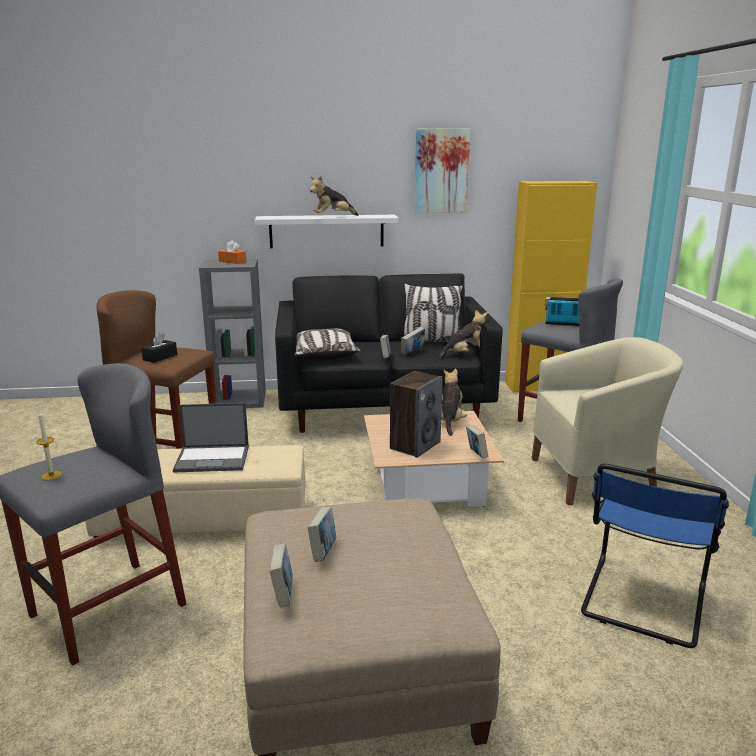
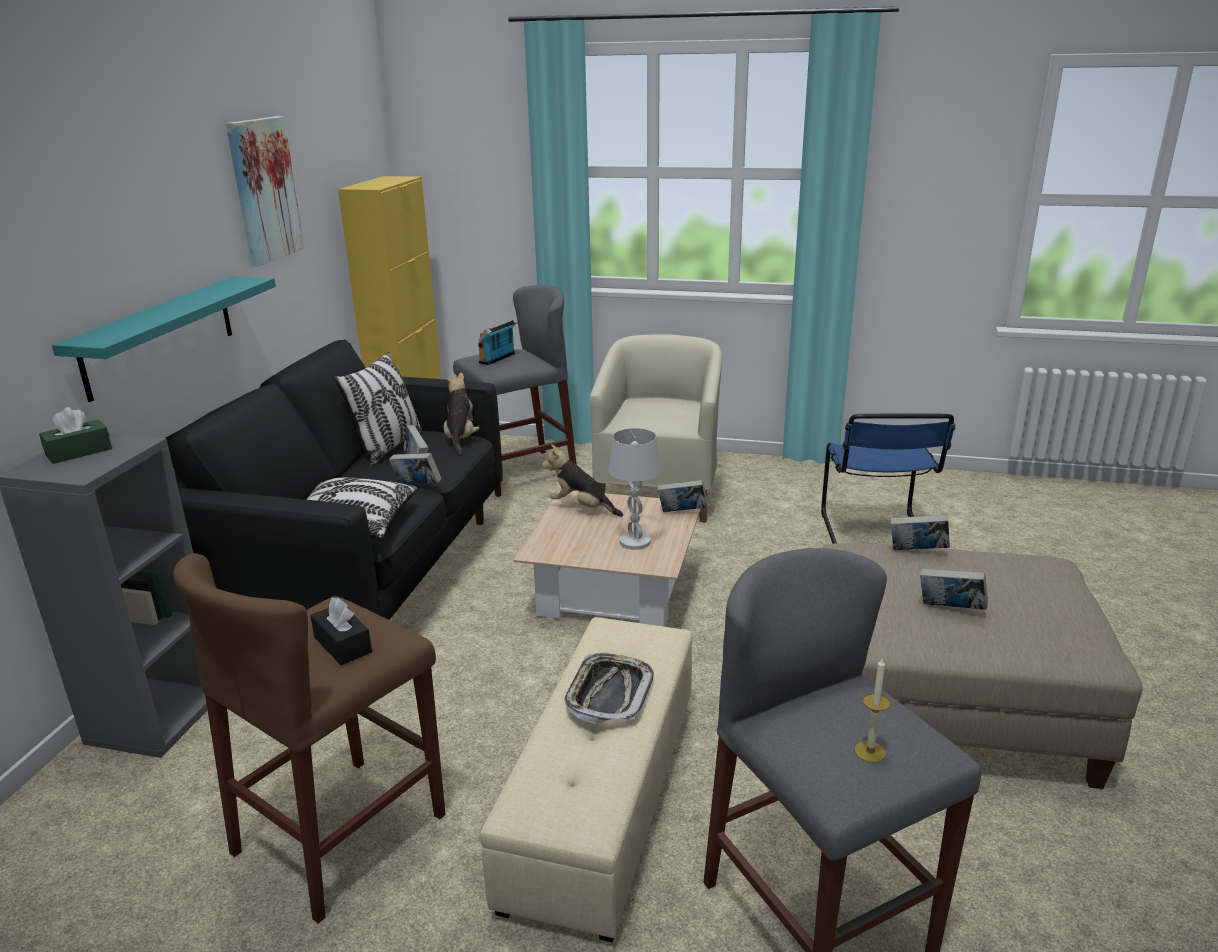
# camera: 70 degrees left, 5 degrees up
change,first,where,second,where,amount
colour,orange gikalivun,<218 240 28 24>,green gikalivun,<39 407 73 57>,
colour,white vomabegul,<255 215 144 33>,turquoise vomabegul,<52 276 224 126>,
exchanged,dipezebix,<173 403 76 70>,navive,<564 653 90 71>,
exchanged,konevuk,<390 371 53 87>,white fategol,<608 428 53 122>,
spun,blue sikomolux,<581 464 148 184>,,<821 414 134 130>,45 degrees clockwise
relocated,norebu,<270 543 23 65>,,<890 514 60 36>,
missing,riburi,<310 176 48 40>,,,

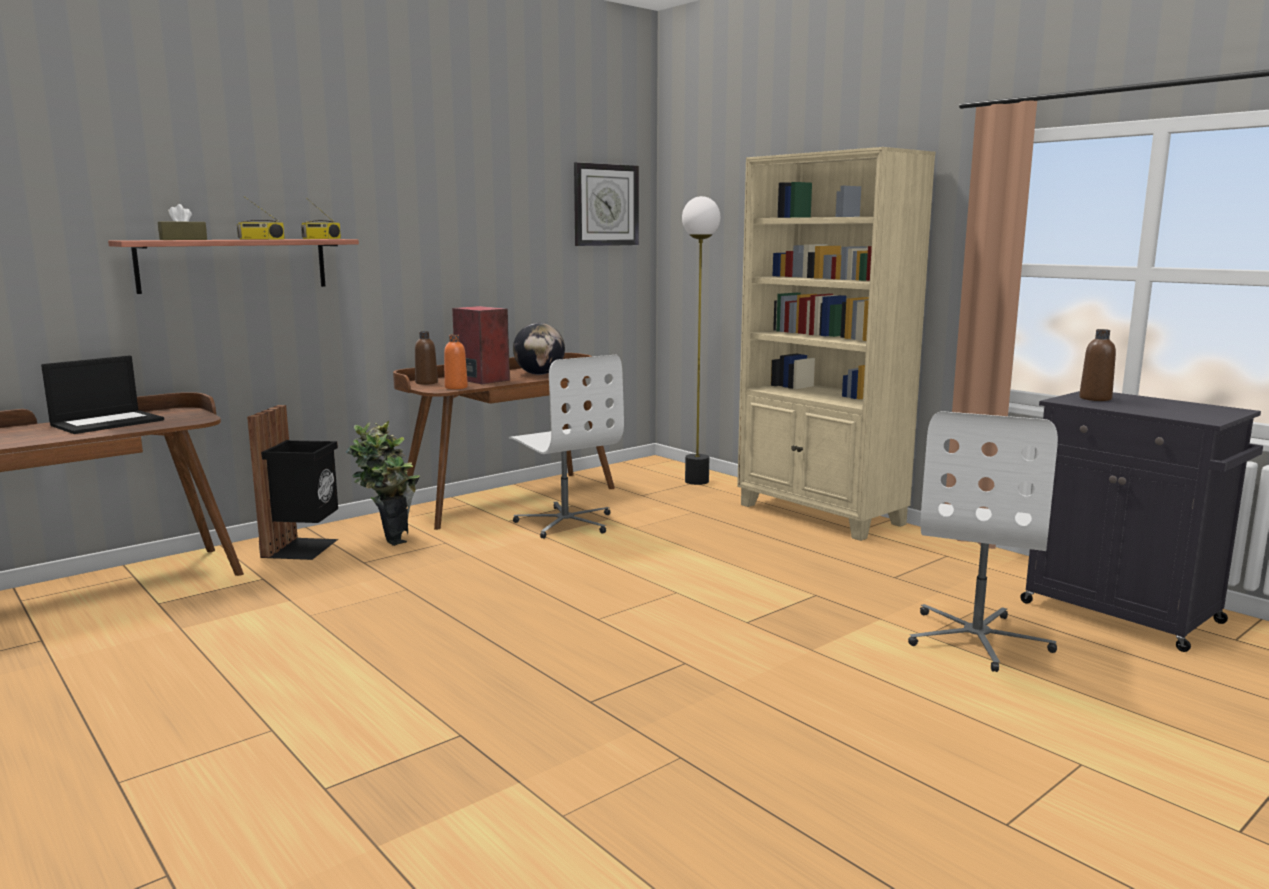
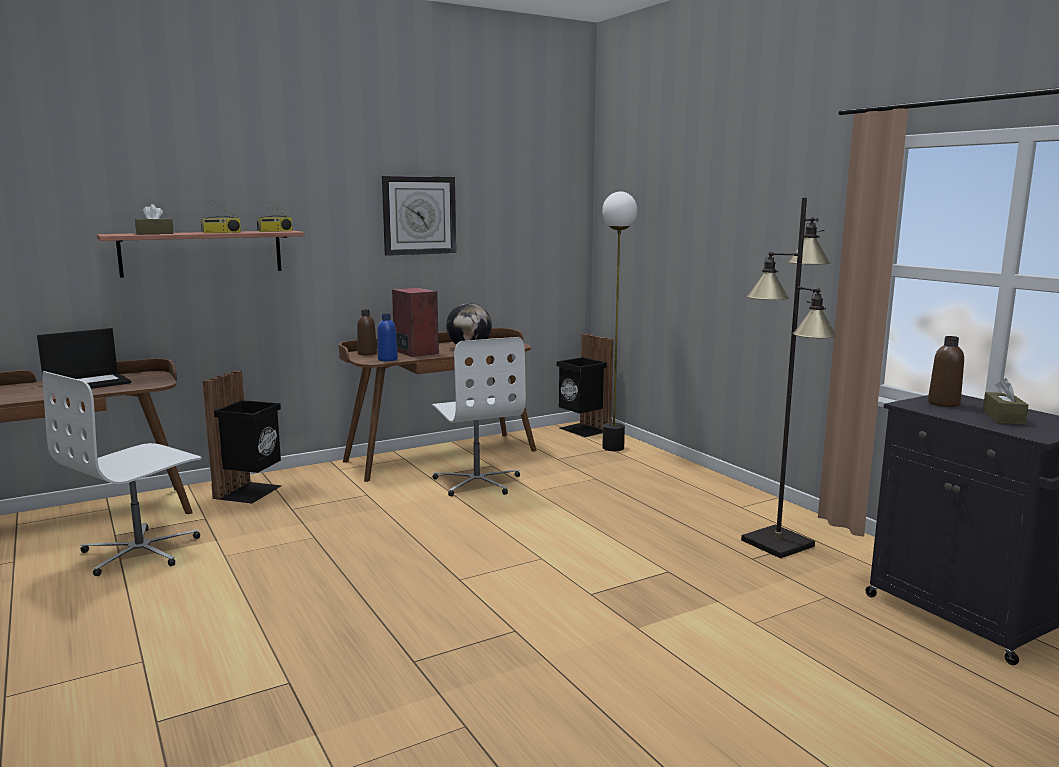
# camera: 10 degrees right, 0 degrees up
change,first,where,second,where,amount
relocated,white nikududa,<908 411 150 261>,,<42 371 160 205>,
colour,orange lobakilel,<444 334 24 55>,blue lobakilel,<378 314 20 47>,
relocated,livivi,<574 162 65 84>,,<382 176 74 80>,
appeared,,,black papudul,<557 334 57 103>,
appeared,,,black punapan,<741 197 96 362>,
appeared,,,brown gikalivun,<983 378 45 47>,
missing,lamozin,<345 421 75 125>,,,
missing,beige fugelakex,<737 147 199 394>,,,

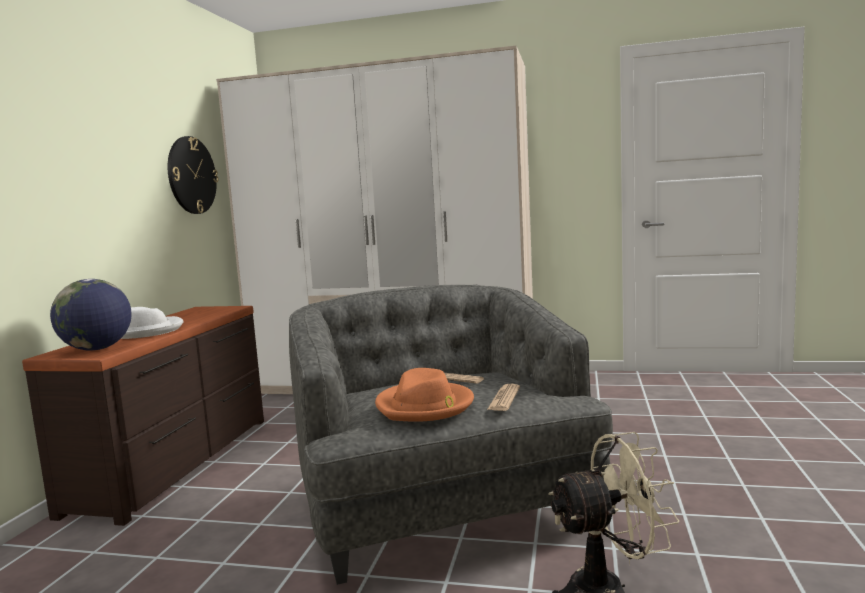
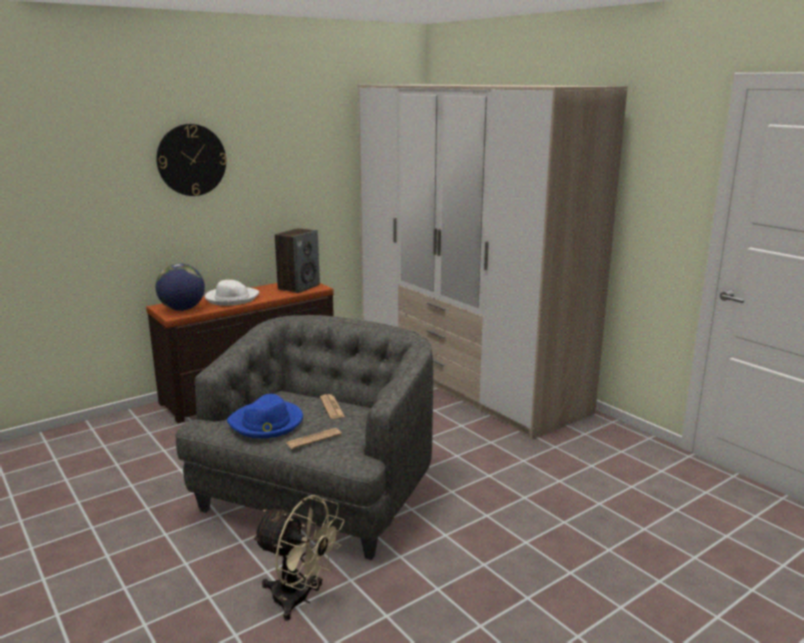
# camera: 40 degrees right, 10 degrees up
change,first,where,second,where,amount
relocated,livivi,<168 136 50 78>,,<156 124 71 72>,
colour,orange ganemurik,<375 368 99 54>,blue ganemurik,<227 394 76 44>,
appeared,,,konevuk,<275 228 45 65>,

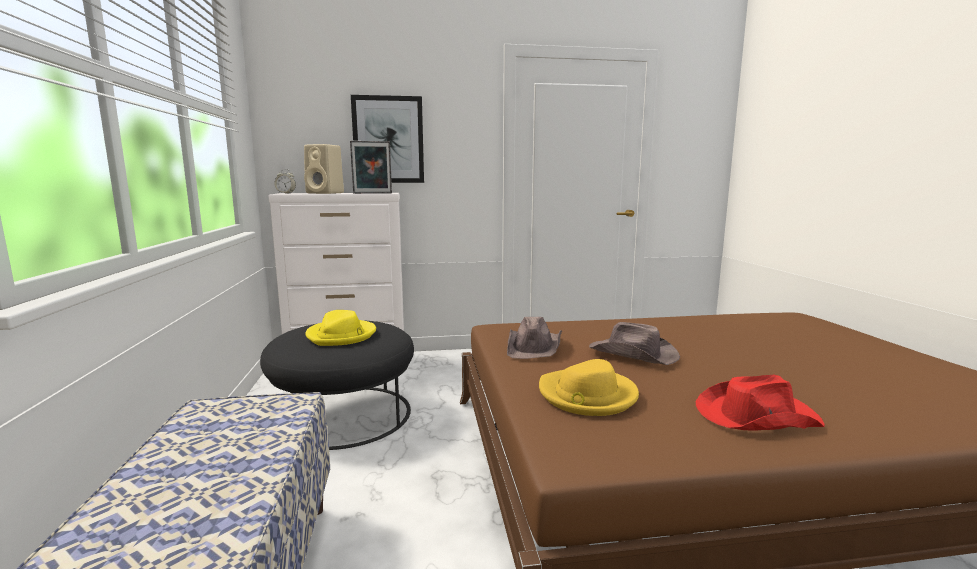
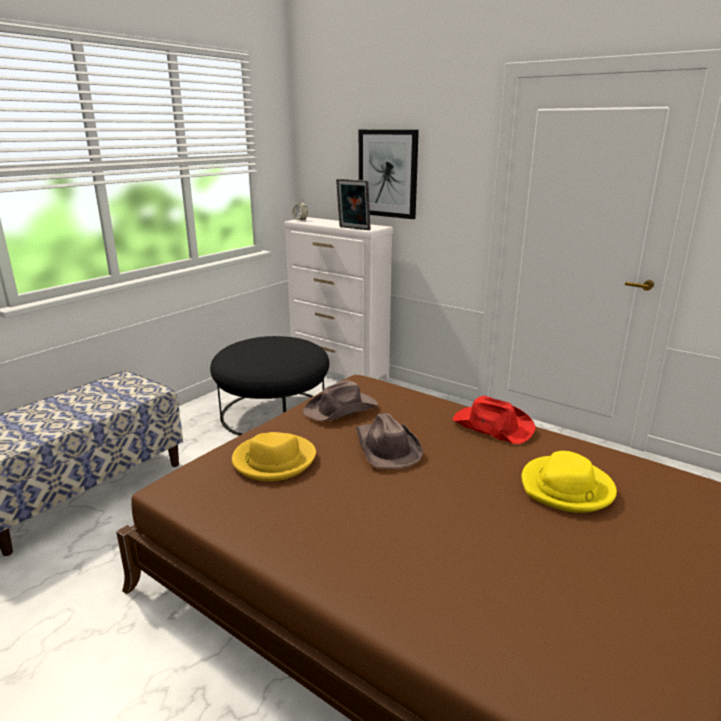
# camera: 45 degrees right, 10 degrees up
change,first,where,second,where,amount
relocated,red ganemurik,<696 374 129 57>,,<453 396 83 48>,
relocated,yellow ganemurik,<305 310 71 36>,,<522 451 95 62>,
missing,beige konevuk,<304 144 40 50>,,,

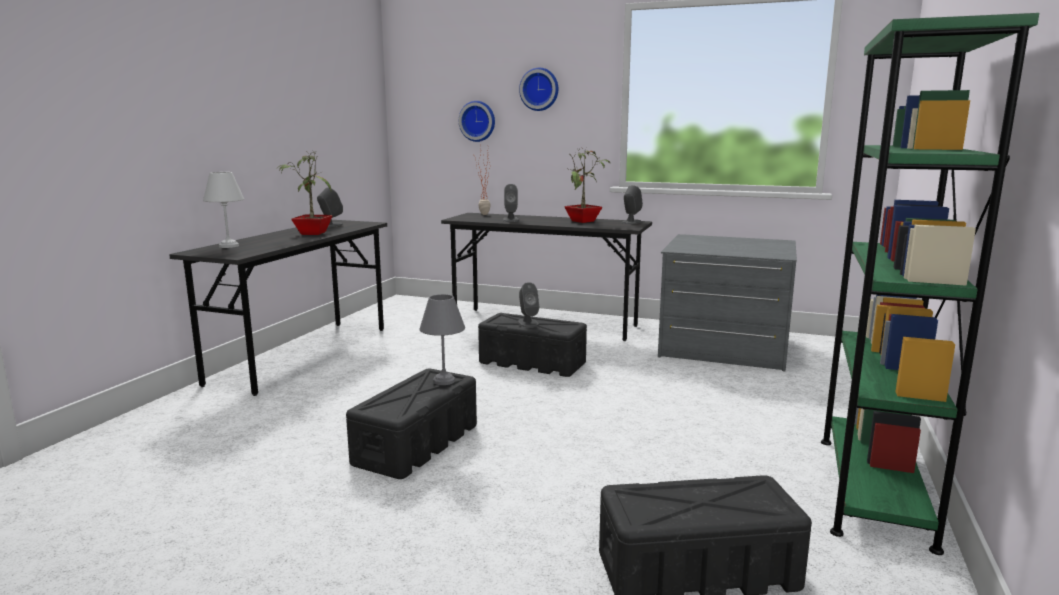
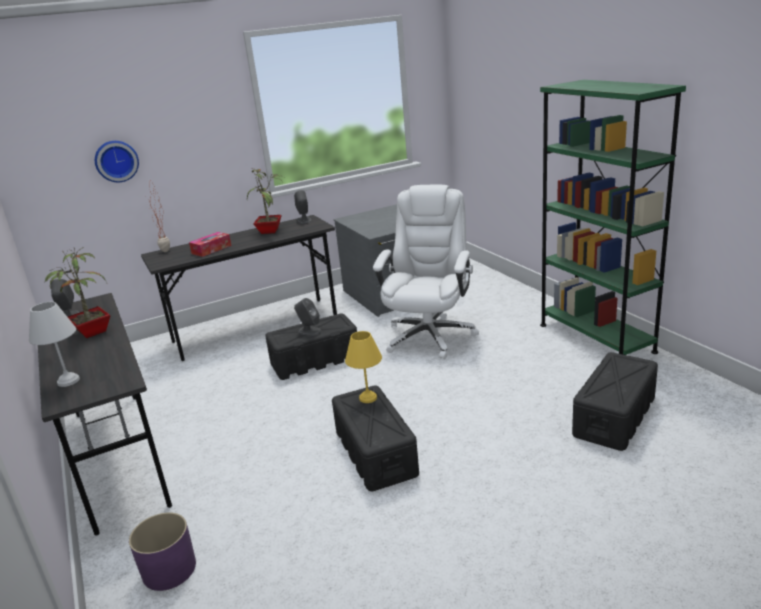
# camera: 45 degrees left, 10 degrees up
change,first,where,second,where,amount
appeared,,,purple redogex,<129 512 67 79>,
exchanged,grey konevuk,<503 184 16 38>,gikalivun,<189 232 42 25>,
colour,grey fategol,<419 294 46 91>,yellow fategol,<345 331 37 72>,
appeared,,,white nikududa,<373 184 106 175>,
missing,livivi,<519 68 39 43>,,,

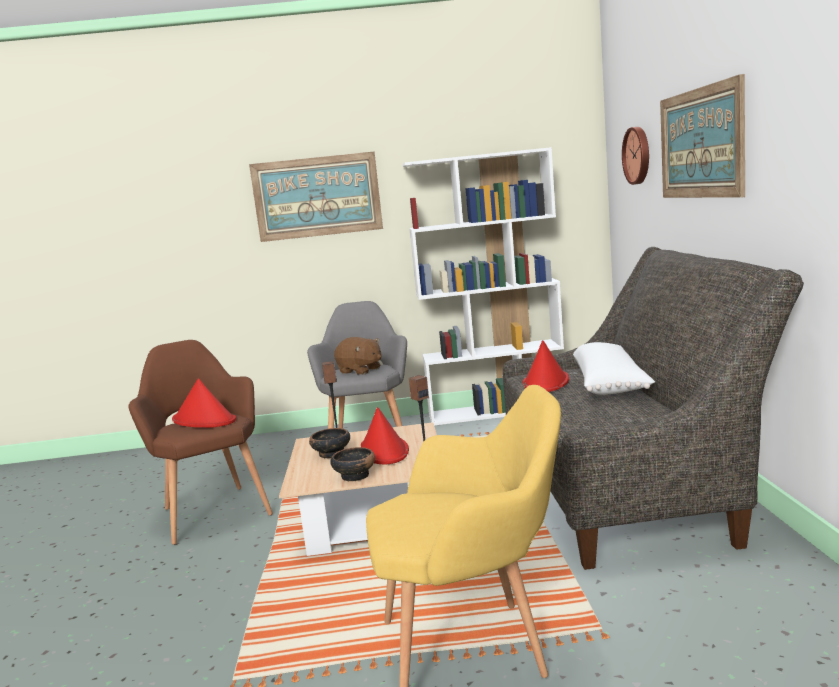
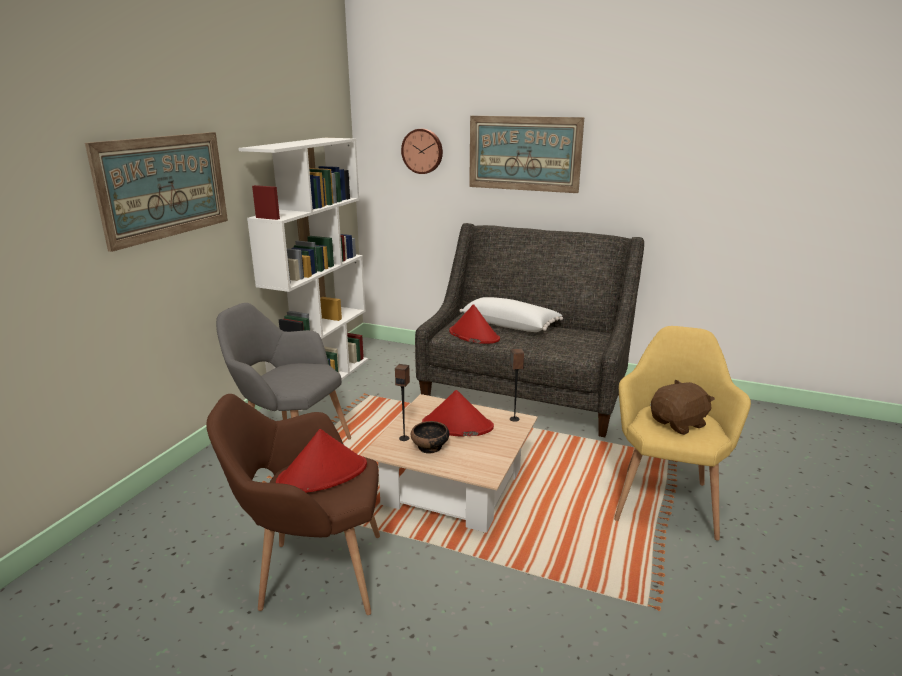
# camera: 65 degrees left, 10 degrees up
change,first,where,second,where,amount
relocated,brown riburi,<334 337 48 38>,,<651 380 64 55>,
missing,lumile,<330 447 45 34>,,,

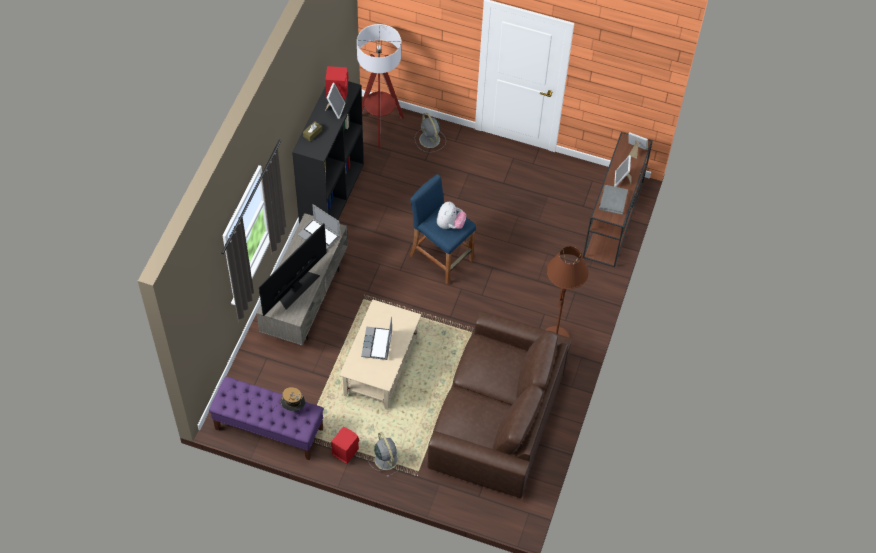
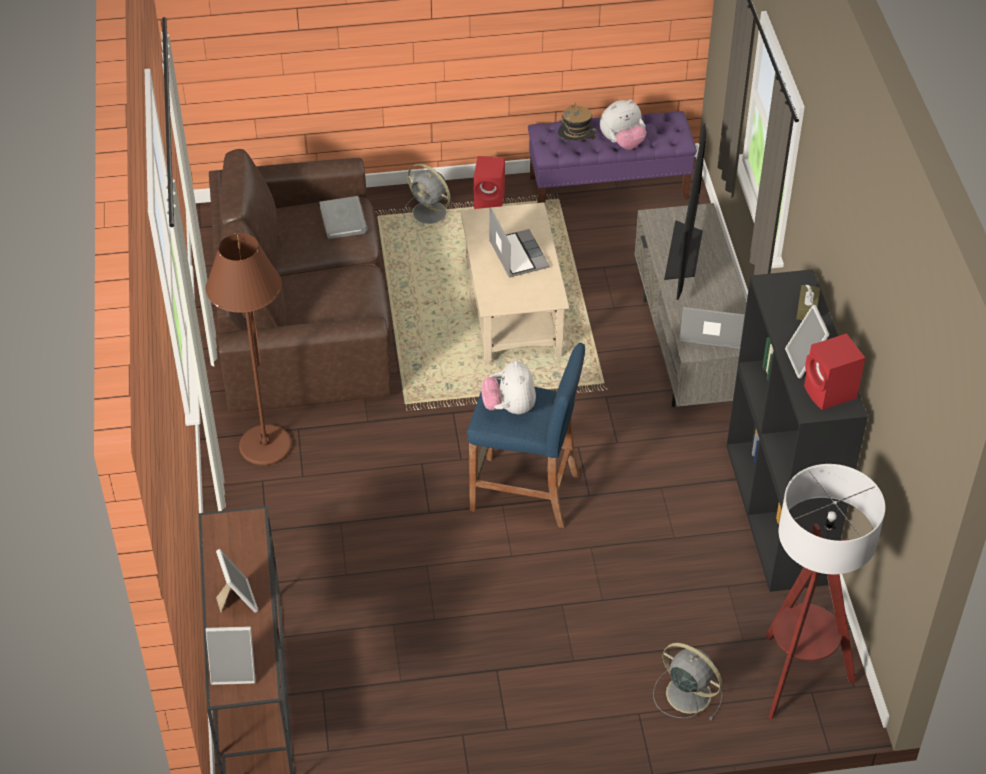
# camera: 155 degrees right, 10 degrees down
change,first,where,second,where,amount
relocated,grey norebu,<599 185 29 30>,,<319 196 49 43>,
appeared,,,riburi,<600 100 46 50>,

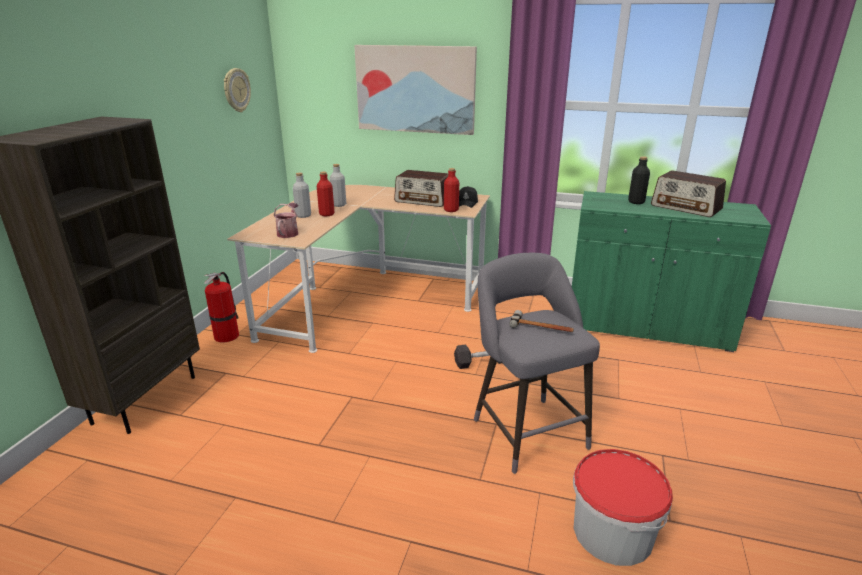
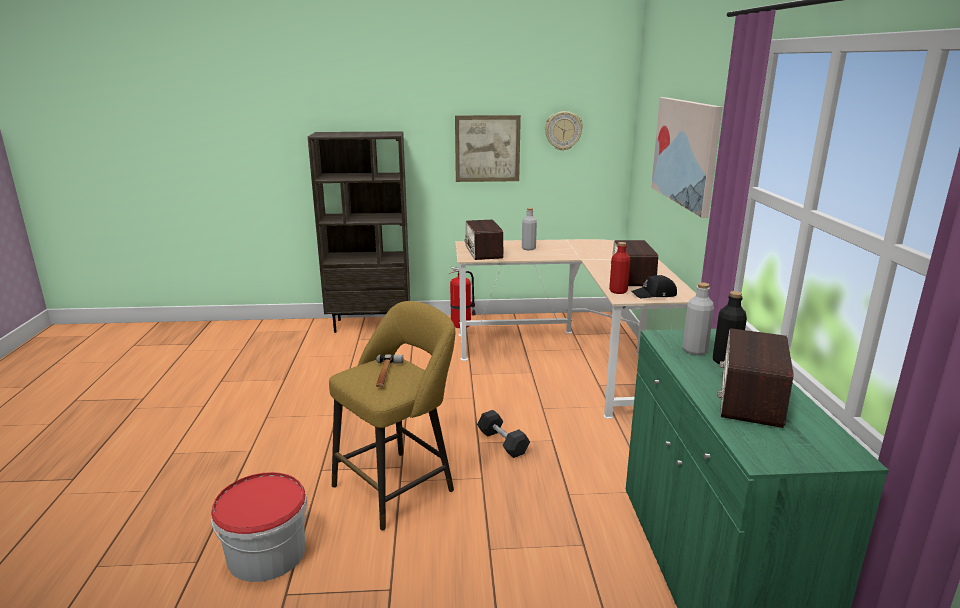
# camera: 70 degrees right, 5 degrees down
change,first,where,second,where,amount
colour,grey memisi,<474 253 126 221>,yellow memisi,<329 301 126 230>,
appeared,,,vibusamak,<455 115 66 67>,
exchanged,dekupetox,<274 203 24 35>,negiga,<464 219 39 41>,
relocated,grey lobakilel,<330 164 16 43>,,<682 282 32 73>,
missing,red lobakilel,<317 171 17 45>,,,

